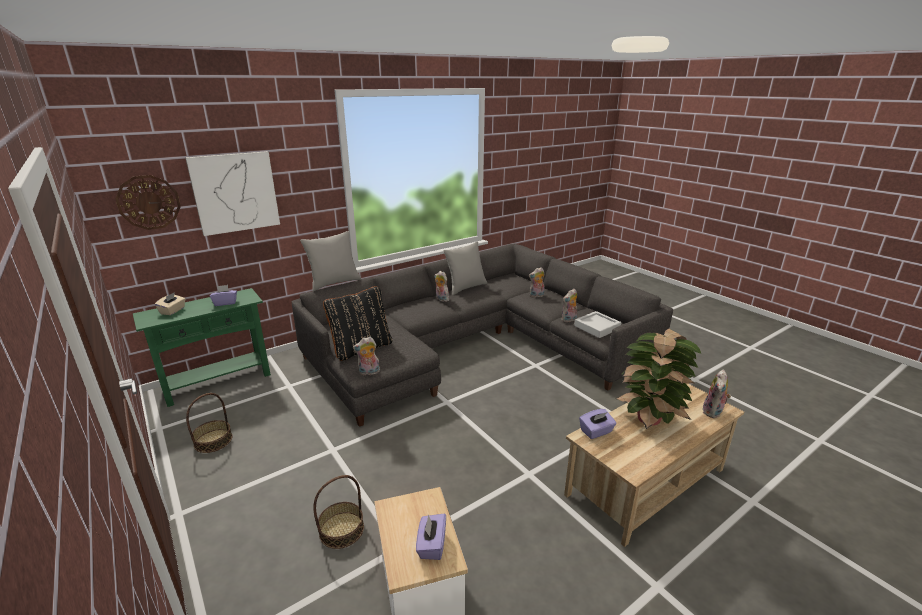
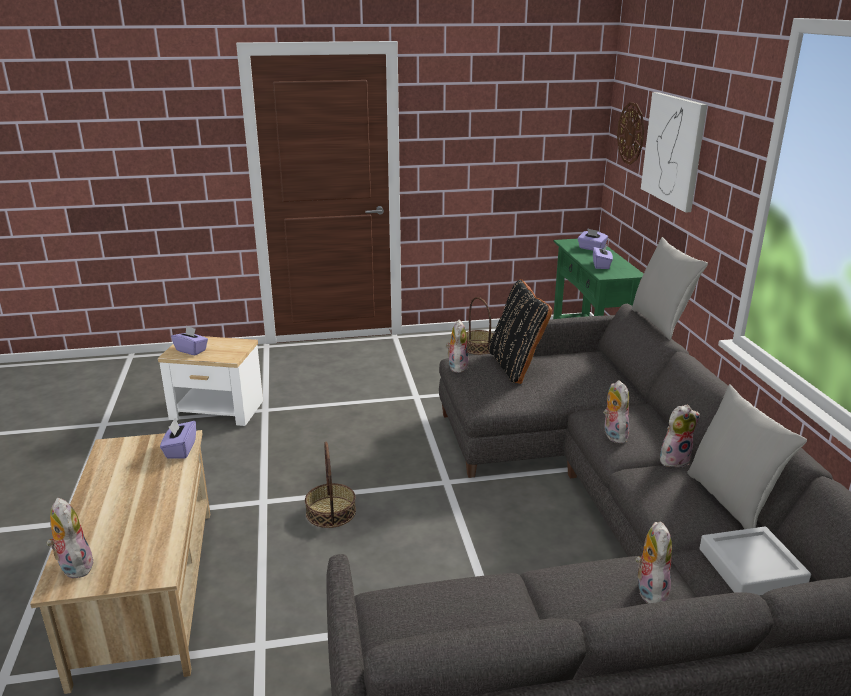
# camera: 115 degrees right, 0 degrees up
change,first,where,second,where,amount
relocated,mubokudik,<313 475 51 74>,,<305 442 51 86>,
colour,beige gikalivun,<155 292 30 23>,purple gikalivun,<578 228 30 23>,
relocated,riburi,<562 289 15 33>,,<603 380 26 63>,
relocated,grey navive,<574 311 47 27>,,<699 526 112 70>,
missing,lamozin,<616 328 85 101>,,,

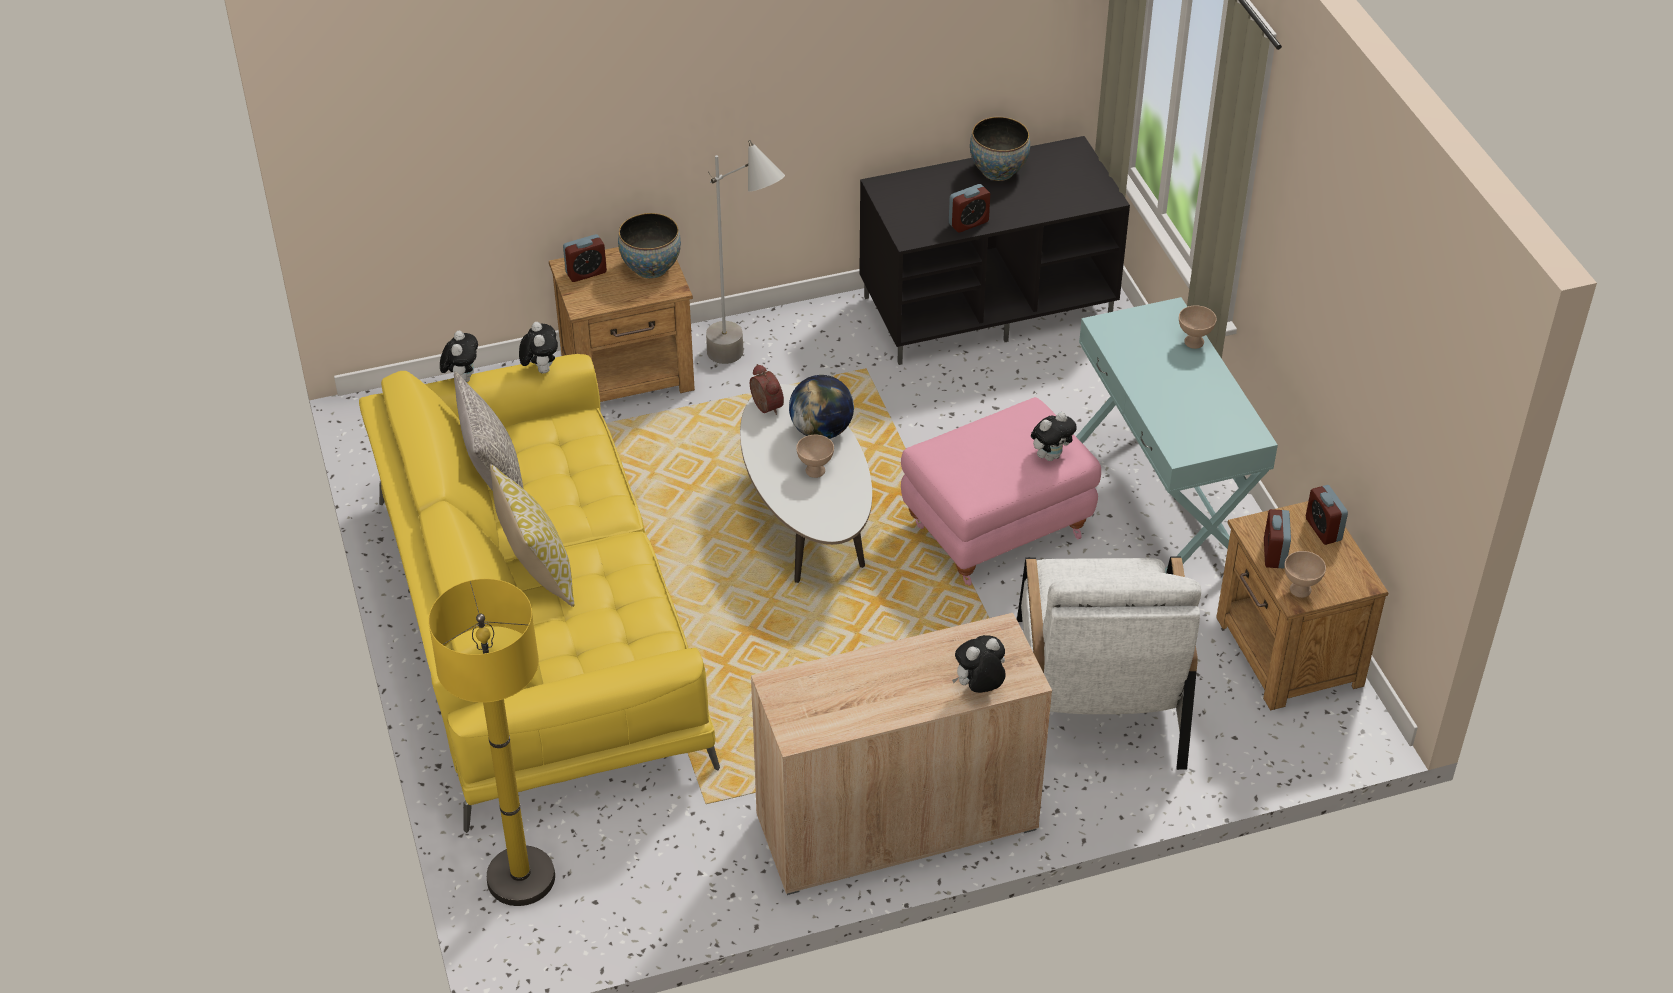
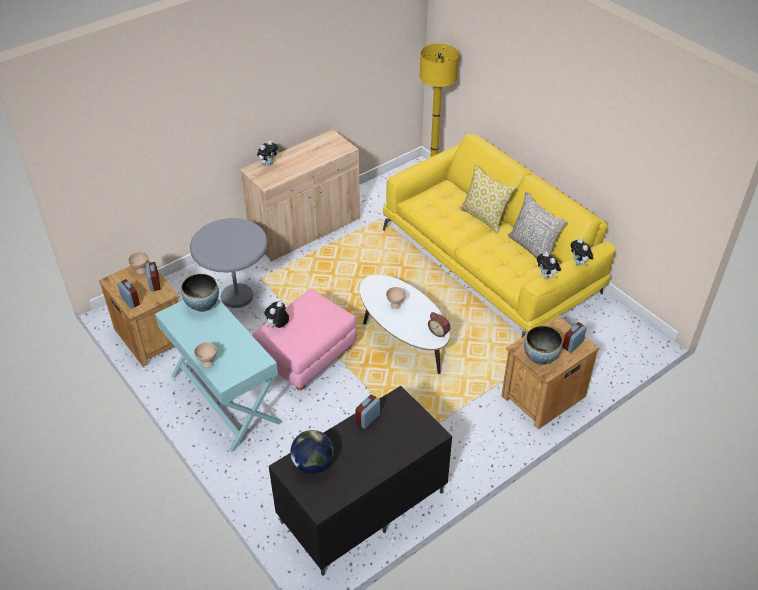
# camera: 160 degrees right, 0 degrees up
change,first,where,second,where,amount
relocated,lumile,<970 117 60 64>,,<181 274 38 38>,
exchanged,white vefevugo,<1017 556 184 214>,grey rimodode,<190 218 78 90>,
relocated,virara,<789 375 65 64>,,<290 430 44 44>,
missing,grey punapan,<706 140 79 224>,,,

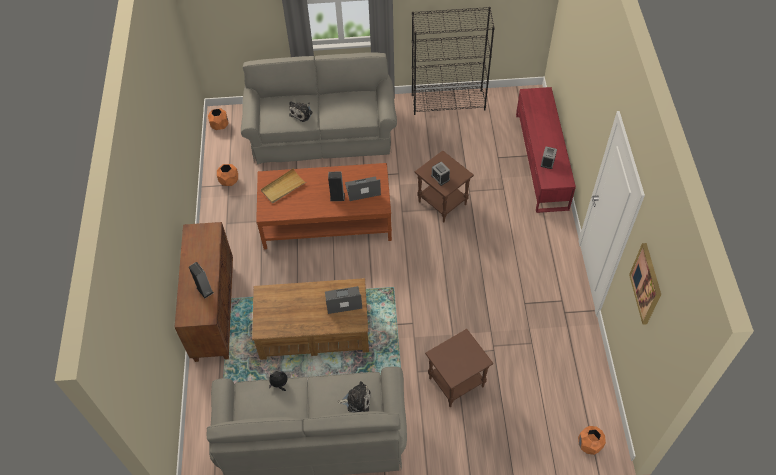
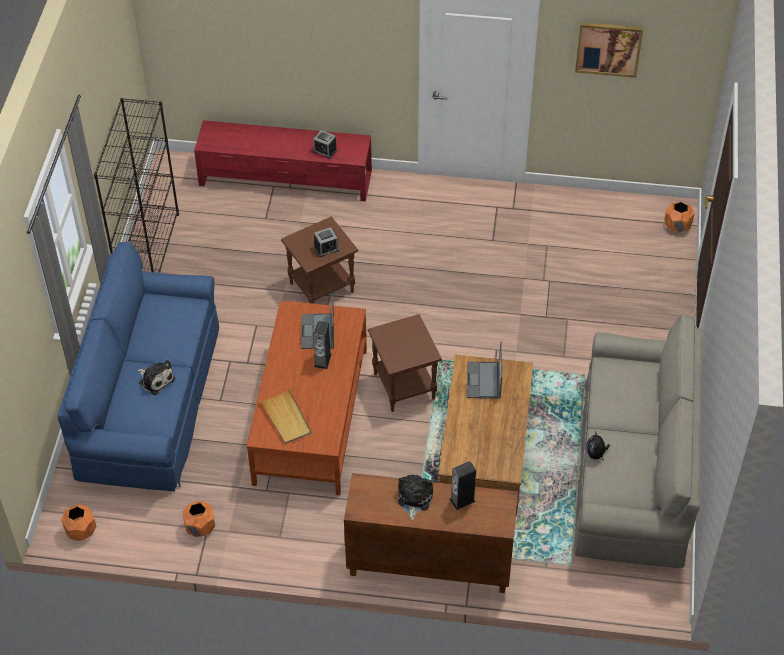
# camera: 80 degrees left, 5 degrees down
change,first,where,second,where,amount
colour,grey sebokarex,<241 52 156 112>,blue sebokarex,<58 241 161 250>,
relocated,brown rimodode,<425 329 68 78>,,<368 314 74 98>,
relocated,riburi,<337 381 33 31>,,<398 474 35 47>,

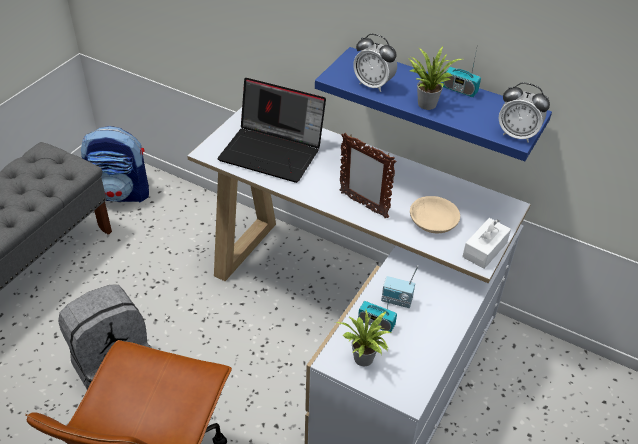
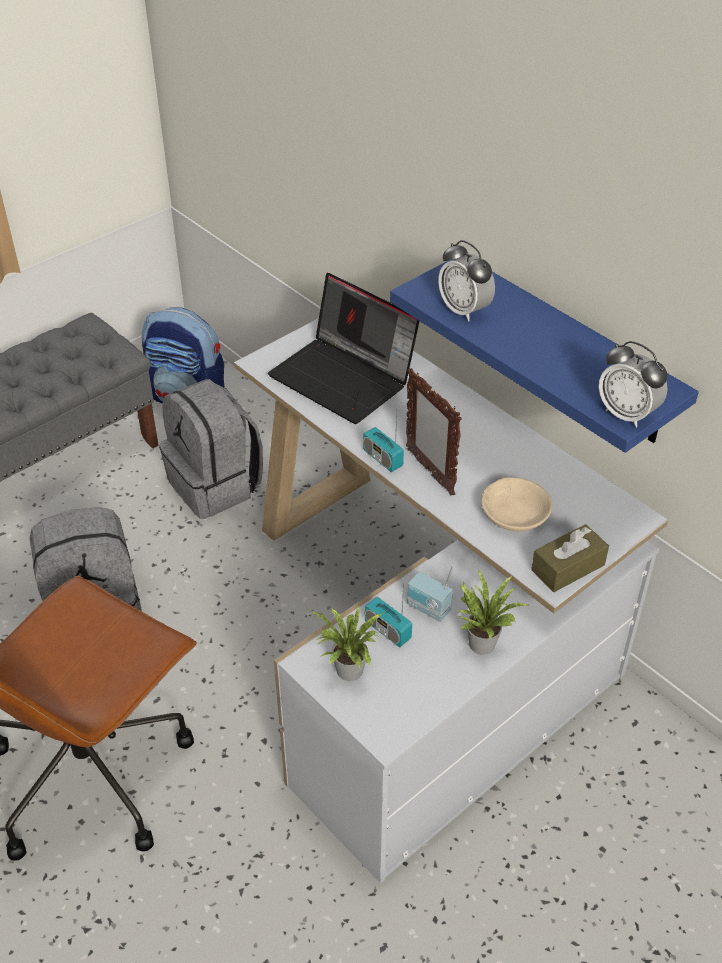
# camera: 20 degrees right, 0 degrees up
change,first,where,second,where,amount
appeared,,,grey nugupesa,<159 379 104 140>,
relocated,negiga,<443 44 38 53>,,<363 412 41 60>,
relocated,lamozin,<409 46 53 64>,,<459 569 72 86>,
colour,white gikalivun,<462 218 49 51>,brown gikalivun,<531 524 78 68>,

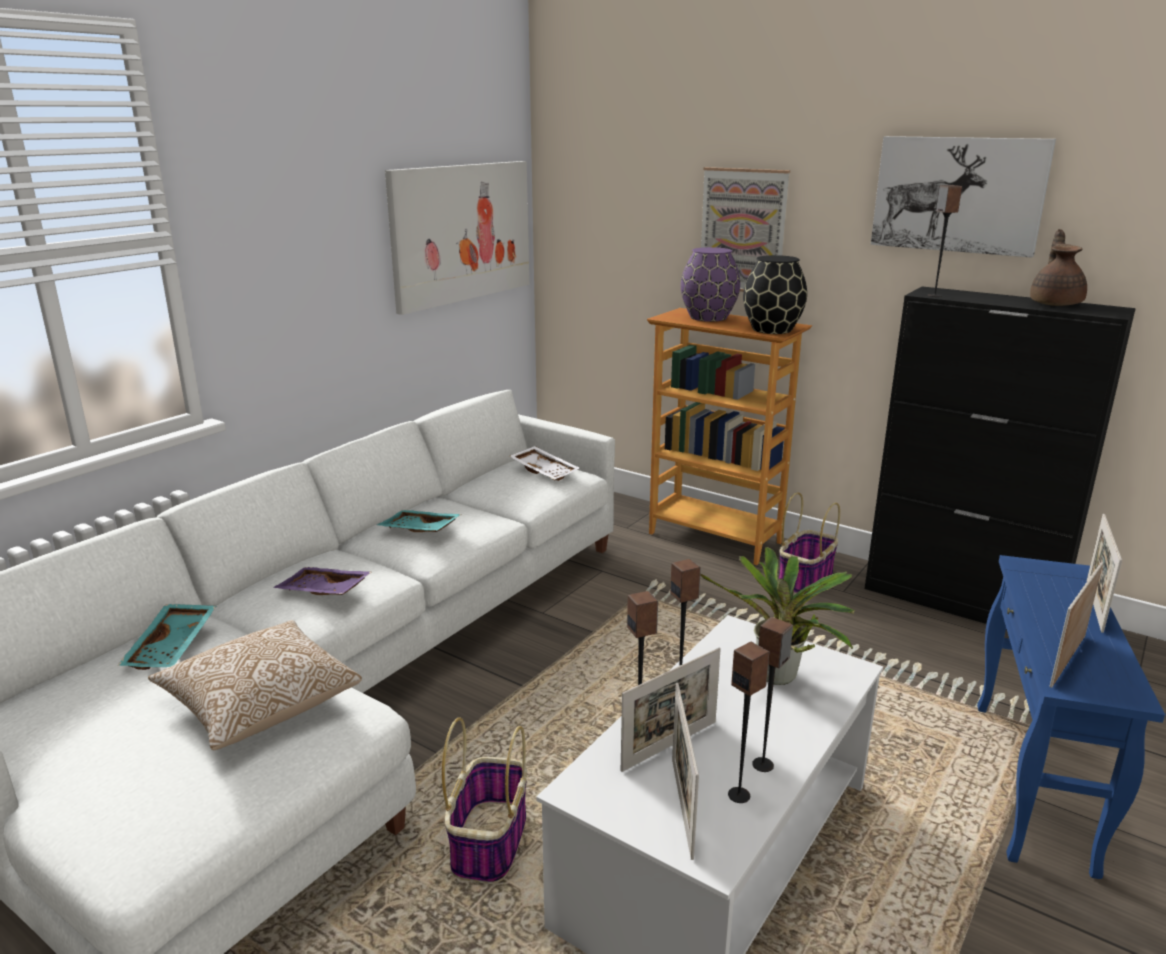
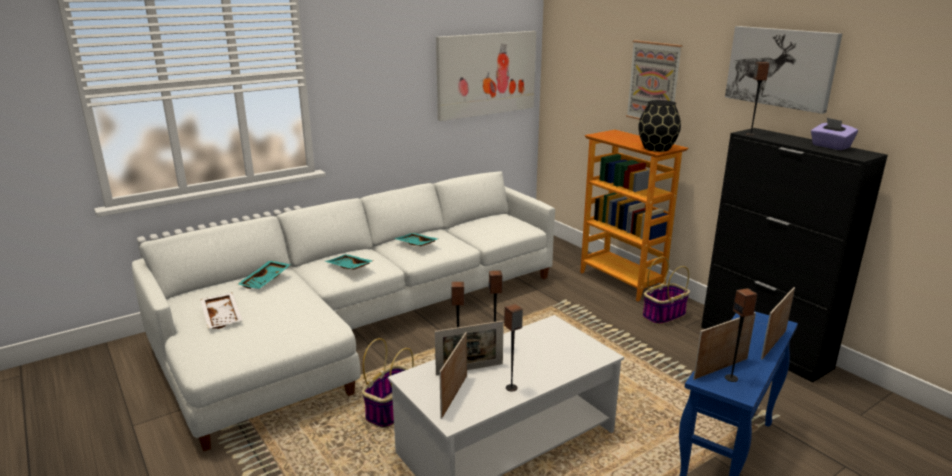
# camera: 20 degrees right, 0 degrees up
change,first,where,second,where,amount
relocated,white navive,<509 446 70 35>,,<200 292 42 37>,
colour,purple navive,<273 567 98 28>,turquoise navive,<325 254 48 16>,
relocated,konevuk,<728 642 41 161>,,<725 288 32 94>,
exchanged,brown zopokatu,<1030 229 57 77>,purple gikalivun,<811 118 47 32>,
missing,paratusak,<148 620 214 130>,,,
missing,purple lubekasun,<681 247 59 75>,,,
missing,lamozin,<700 547 154 138>,,,

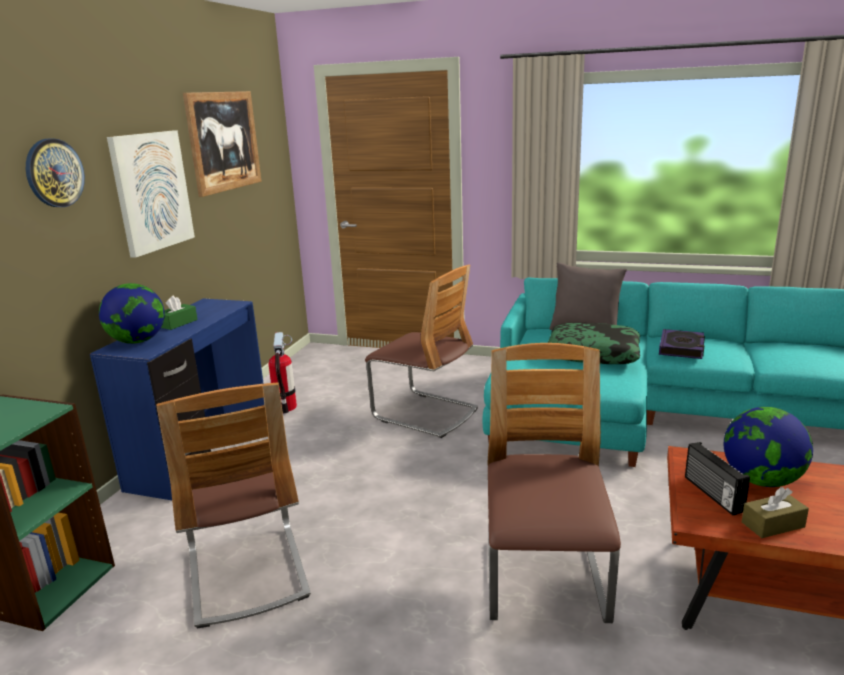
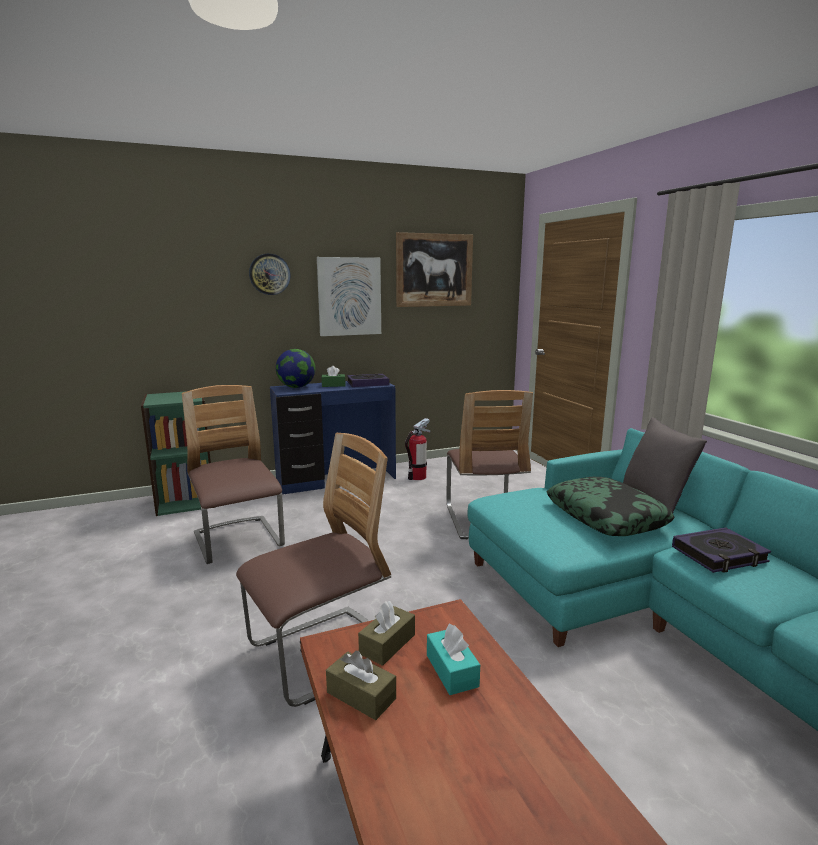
# camera: 50 degrees right, 5 degrees down
change,first,where,second,where,amount
spun,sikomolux,<156 382 155 247>,,<182 385 103 179>,120 degrees clockwise
appeared,,,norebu,<347 373 43 14>,
exchanged,negiga,<685 442 65 73>,brown gikalivun,<358 601 57 65>,
exchanged,virara,<724 407 89 80>,turquoise gikalivun,<427 624 53 71>,

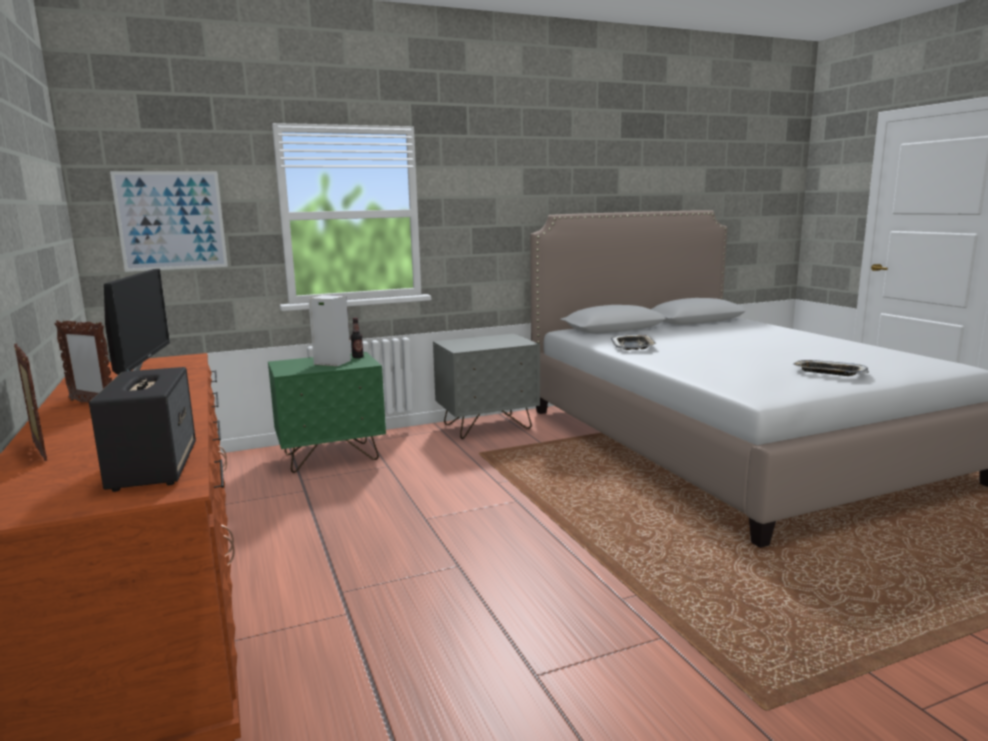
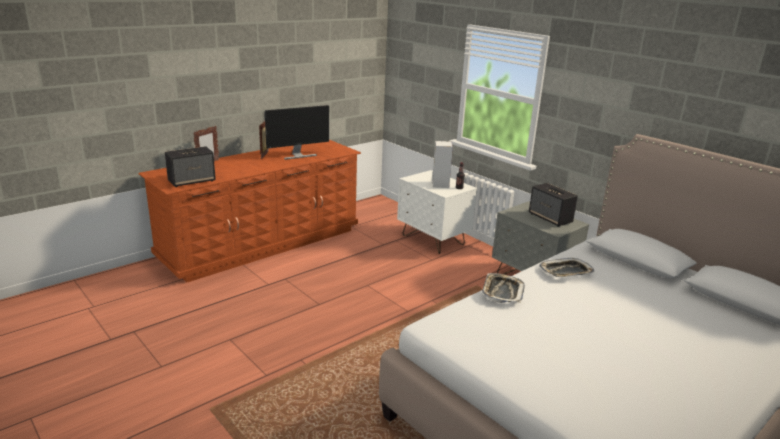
# camera: 70 degrees right, 10 degrees up
change,first,where,second,where,amount
colour,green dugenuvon,<268 352 118 121>,white dugenuvon,<397 170 80 84>,
relocated,navive,<793 360 76 16>,,<482 273 43 30>,
appeared,,,konevuk,<529 183 49 44>,
missing,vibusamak,<110 171 118 101>,,,

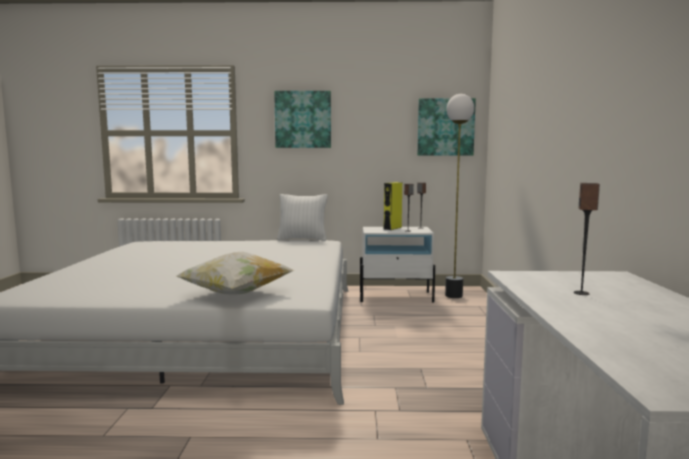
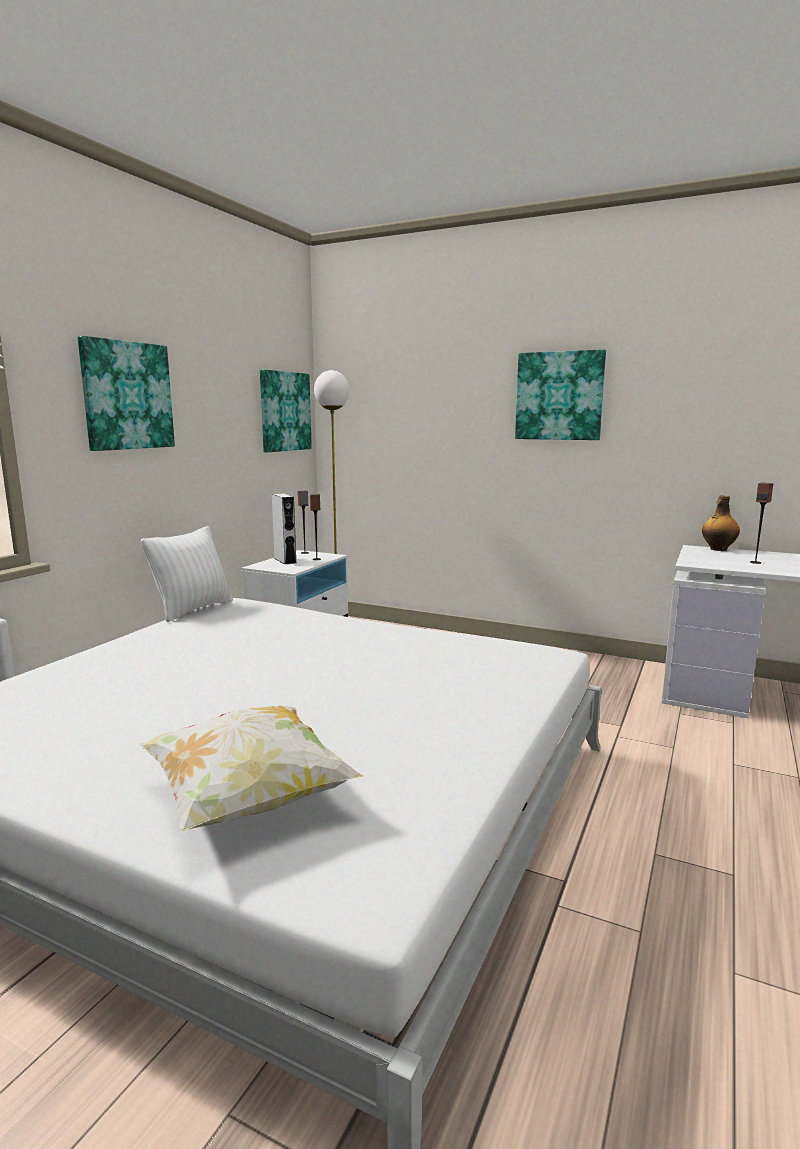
# camera: 65 degrees left, 5 degrees up
change,first,where,second,where,amount
relocated,paratusak,<177 252 117 43>,,<139 706 225 126>,
colour,yellow konevuk,<383 182 19 48>,grey konevuk,<272 494 24 71>,
appeared,,,vibusamak,<515 349 91 91>,
appeared,,,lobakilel,<702 495 38 56>,

